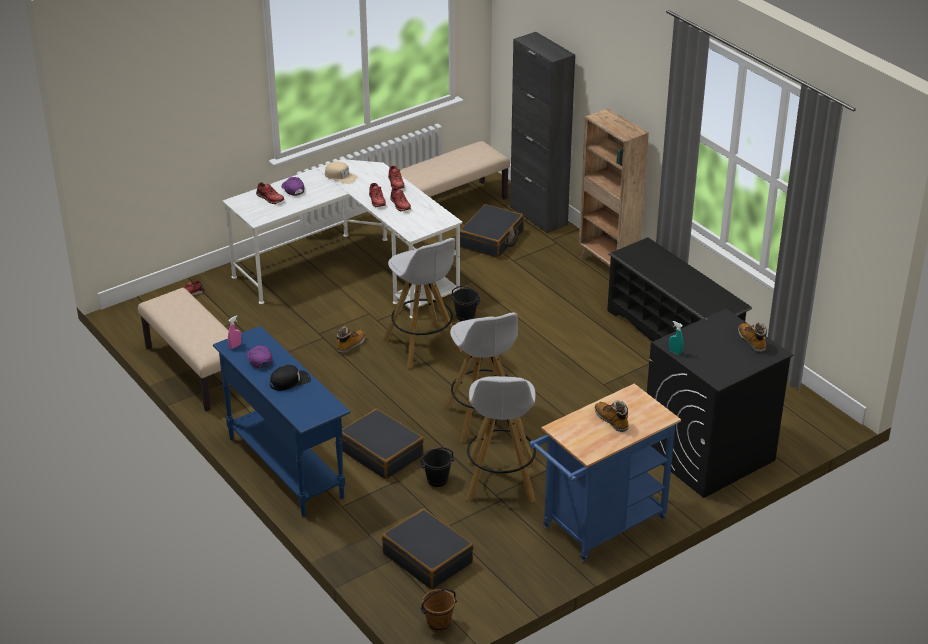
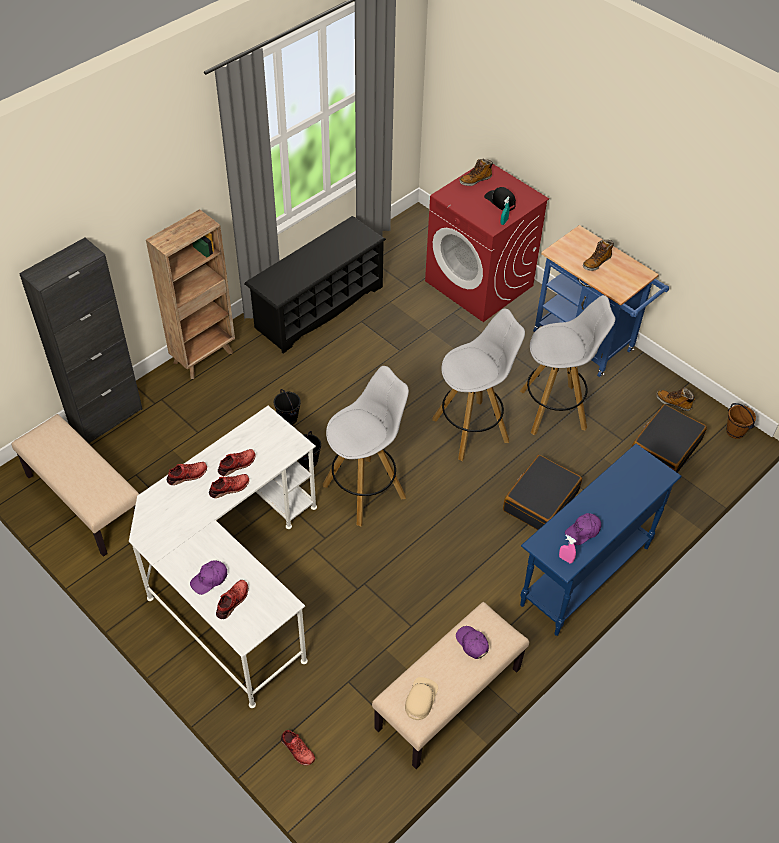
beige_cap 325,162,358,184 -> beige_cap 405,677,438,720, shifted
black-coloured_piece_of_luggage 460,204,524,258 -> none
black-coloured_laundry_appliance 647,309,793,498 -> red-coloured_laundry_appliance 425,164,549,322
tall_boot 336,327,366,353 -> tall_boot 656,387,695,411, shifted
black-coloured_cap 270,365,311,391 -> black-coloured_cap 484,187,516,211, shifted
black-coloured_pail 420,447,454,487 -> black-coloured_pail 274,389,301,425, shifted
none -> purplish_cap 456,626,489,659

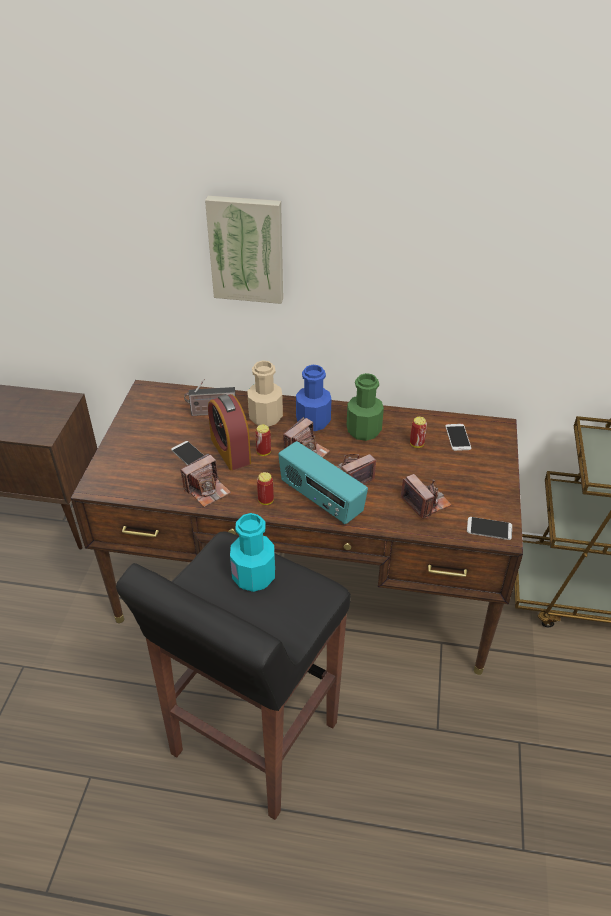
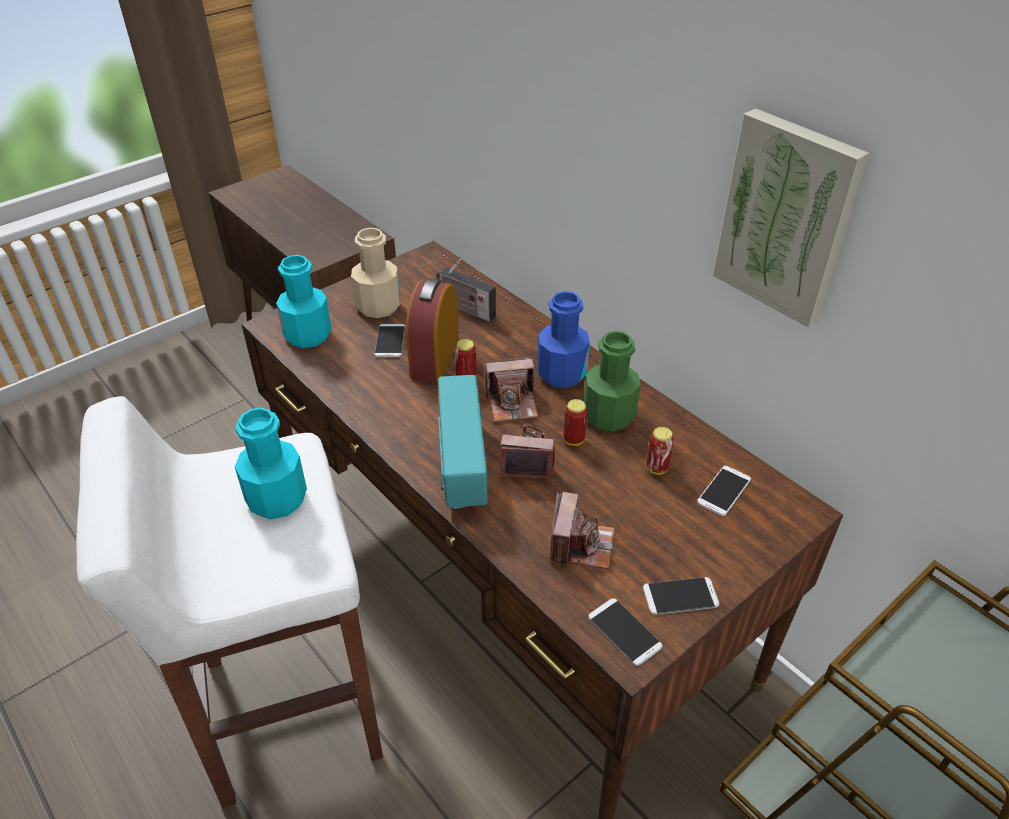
wall_picture 205,196,283,304 -> wall_picture 713,109,869,328, shifted
beige_drink_bottle 247,360,283,427 -> beige_drink_bottle 351,227,400,318, shifted
photo_camera 180,453,231,507 -> none
sealed_can 257,472,274,505 -> sealed_can 564,399,587,446, shifted
black-coloured_sitting_stool 116,531,351,820 -> white-coloured_sitting_stool 76,396,383,808
none -> blue-green_drink_bottle 276,255,331,348
none -> phone 643,577,720,615

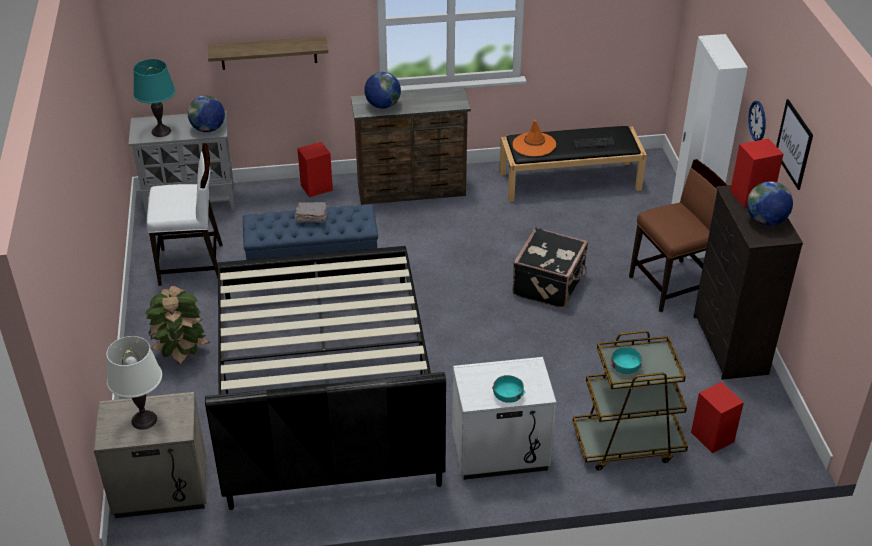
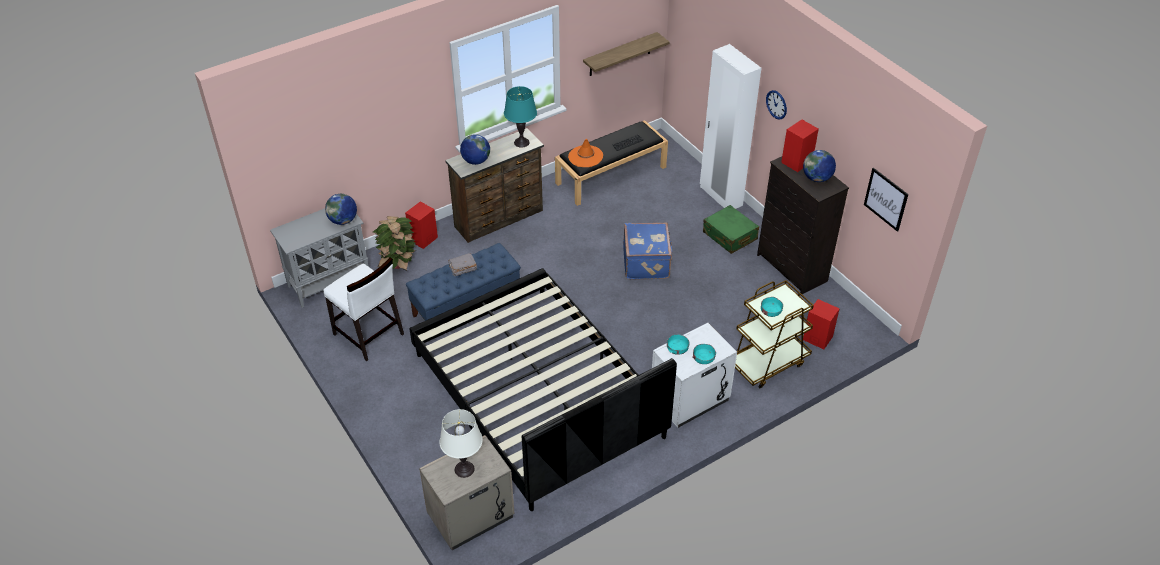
shelf 208,36,328,70 -> shelf 583,32,670,76, shifted
blue-green_lamp_for_a_table 133,59,175,137 -> blue-green_lamp_for_a_table 504,86,537,148, shifted
wall_picture 776,99,813,190 -> wall_picture 864,167,909,232, shifted
white-coloured_upright_chair 147,144,223,286 -> white-coloured_upright_chair 323,257,404,361, 75 degrees clockwise
brown-coloured_upright_chair 629,159,727,312 -> green-coloured_piece_of_luggage 703,205,759,254
black-coloured_piece_of_luggage 512,227,588,309 -> bluish_piece_of_luggage 623,222,673,279
potted_plant 145,286,210,366 -> potted_plant 373,216,416,271, shifted
none -> blue-green_bowl 667,334,690,355

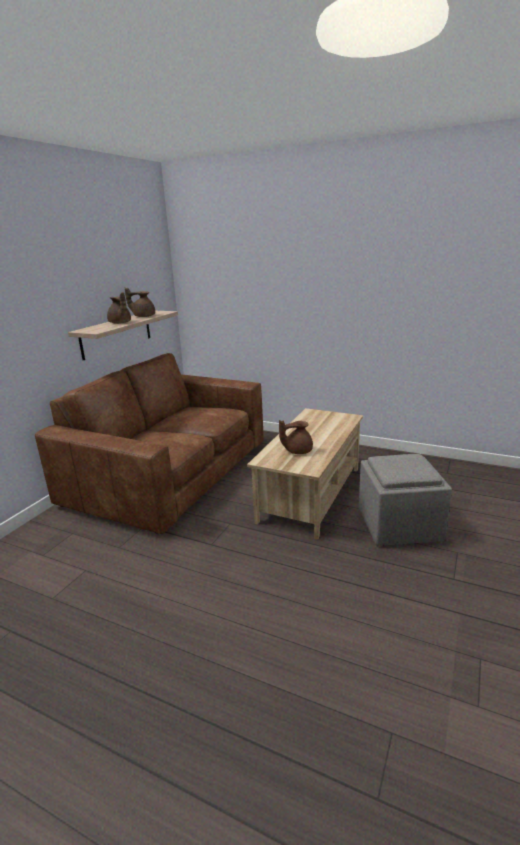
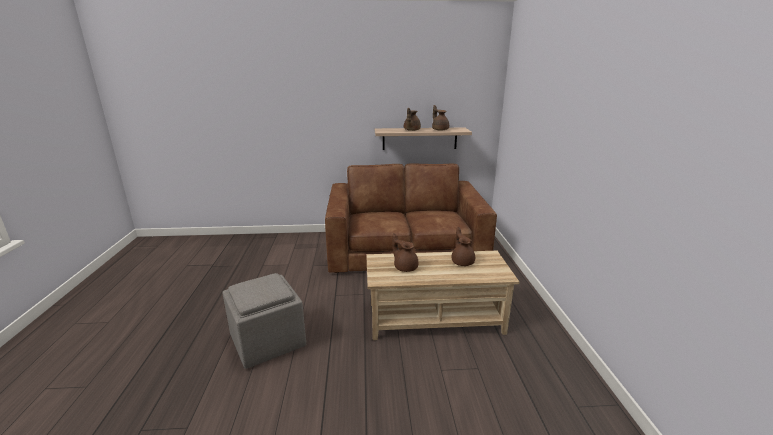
greyish_footrest 359,454,452,546 -> greyish_footrest 222,273,306,369, shifted
none -> brown-coloured_pot_for_tea 452,227,475,266

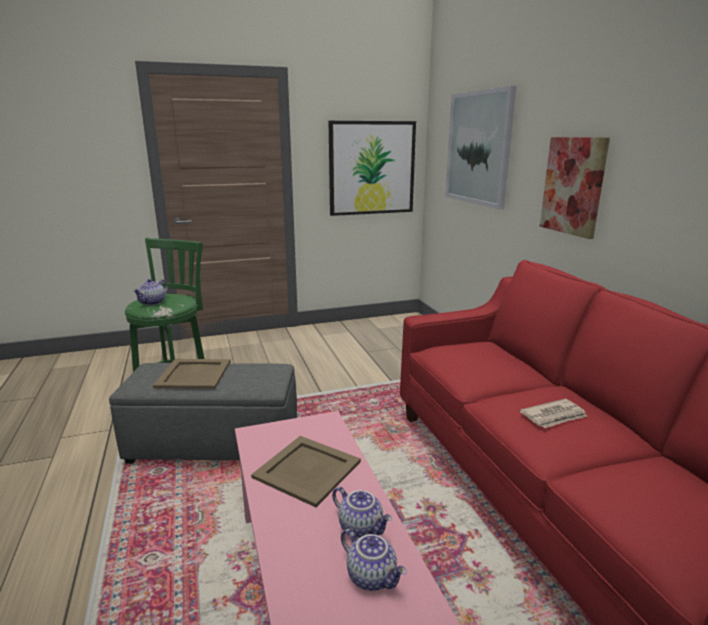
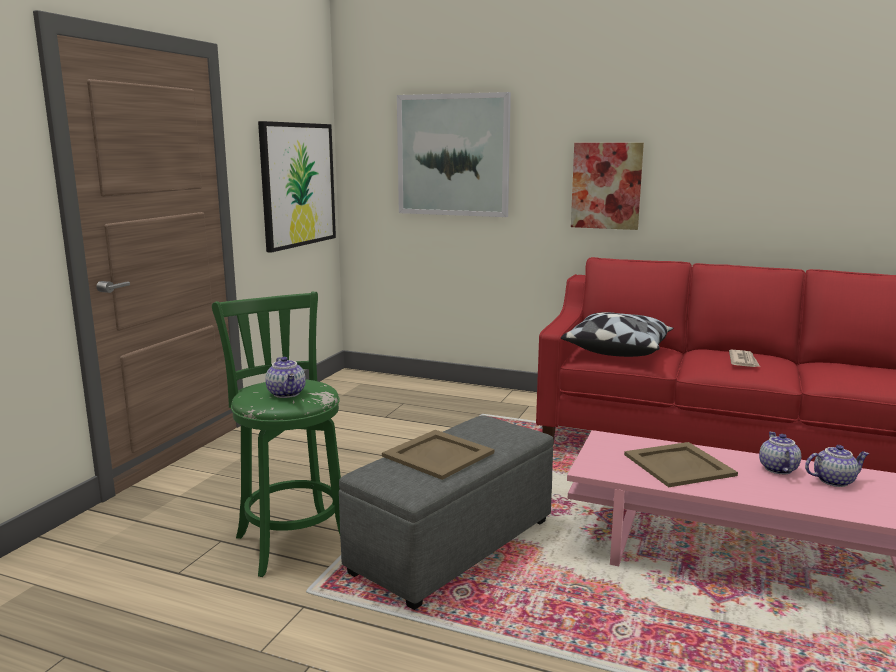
pot_for_tea 332,487,392,538 -> pot_for_tea 759,432,801,474, 75 degrees counterclockwise
none -> throw_pillow 561,312,673,357

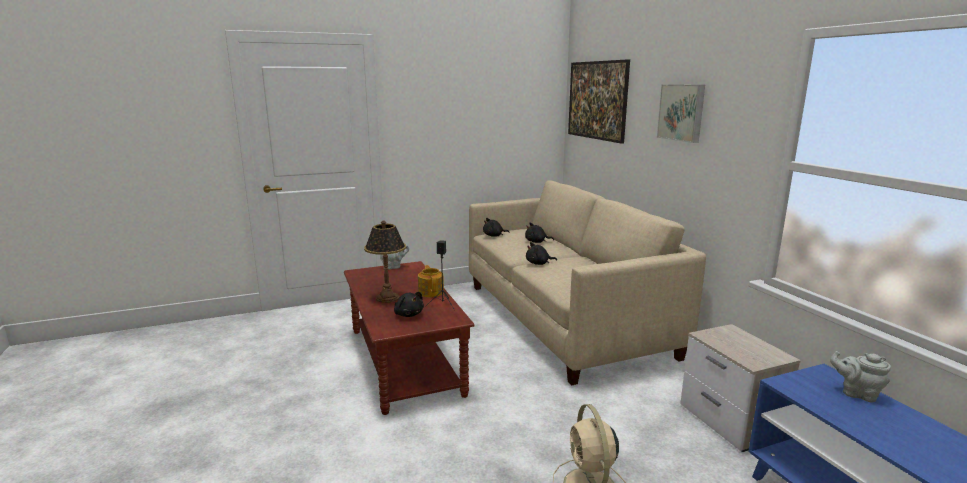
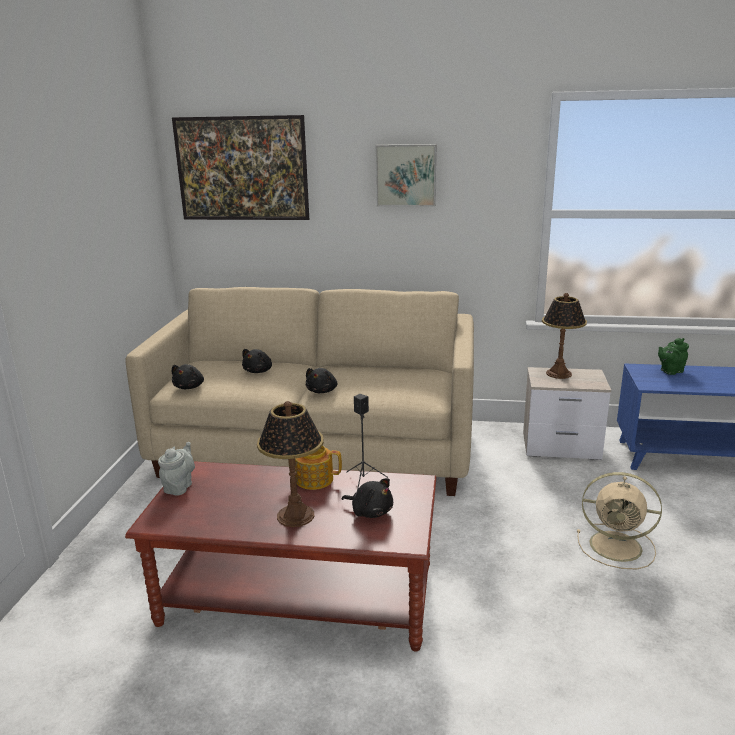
black-coloured_soft_toy 394,292,424,317 -> black-coloured_soft_toy 342,478,393,518, 45 degrees clockwise
greyish_pot_for_tea 830,351,891,402 -> green-coloured_pot_for_tea 658,338,689,375
none -> lamp_for_a_table 542,293,587,379

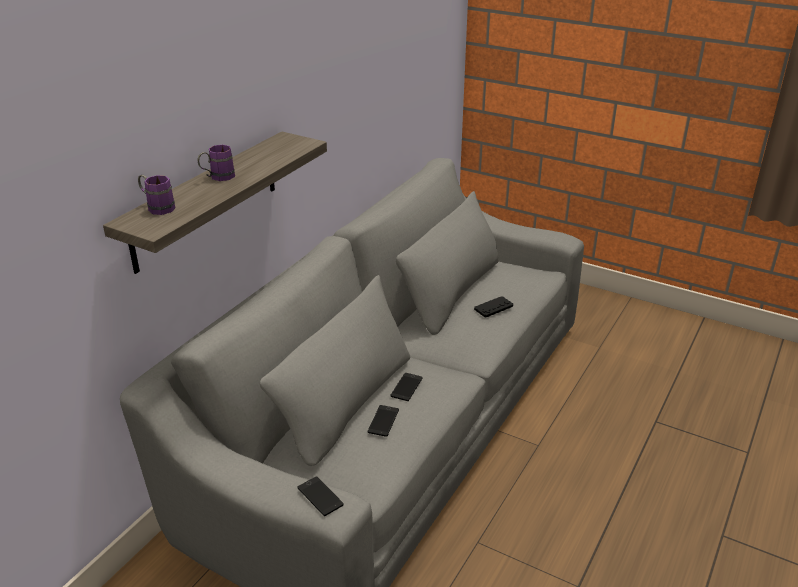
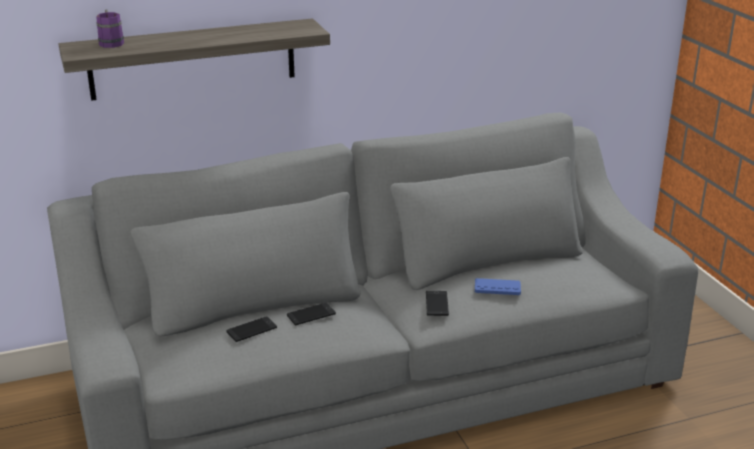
purplish_tea_mug 198,145,235,181 -> none
black-coloured_gamepad 474,296,513,317 -> bluish_gamepad 475,278,521,295
phone 298,476,344,516 -> phone 426,291,449,316, shifted

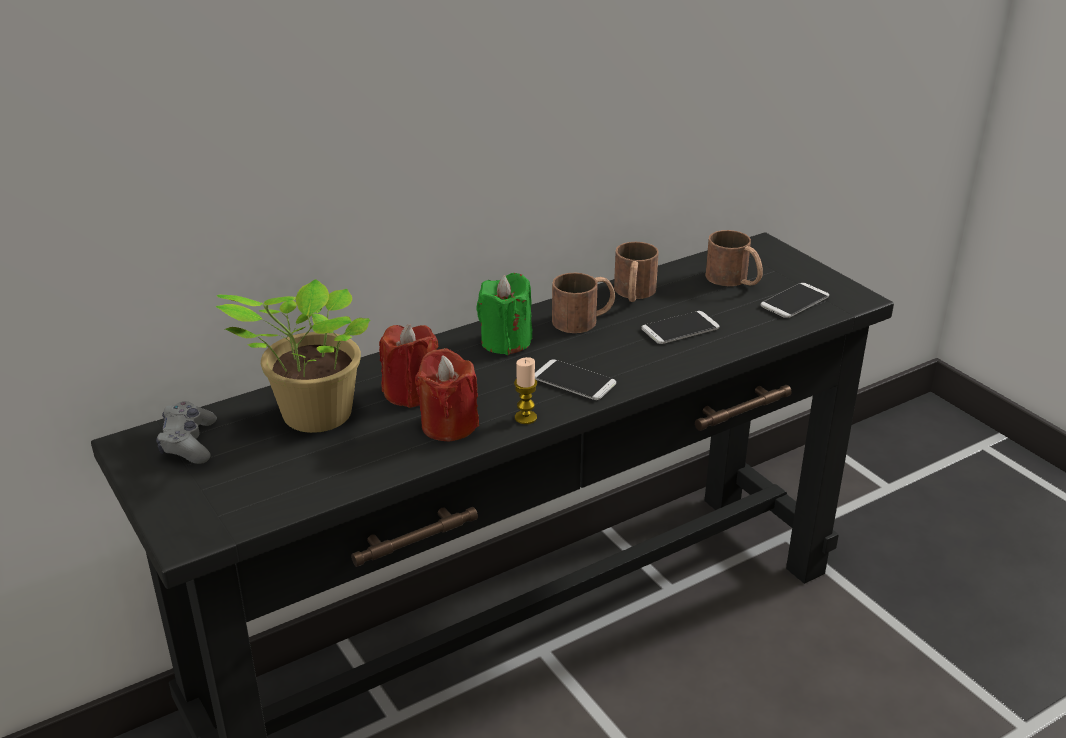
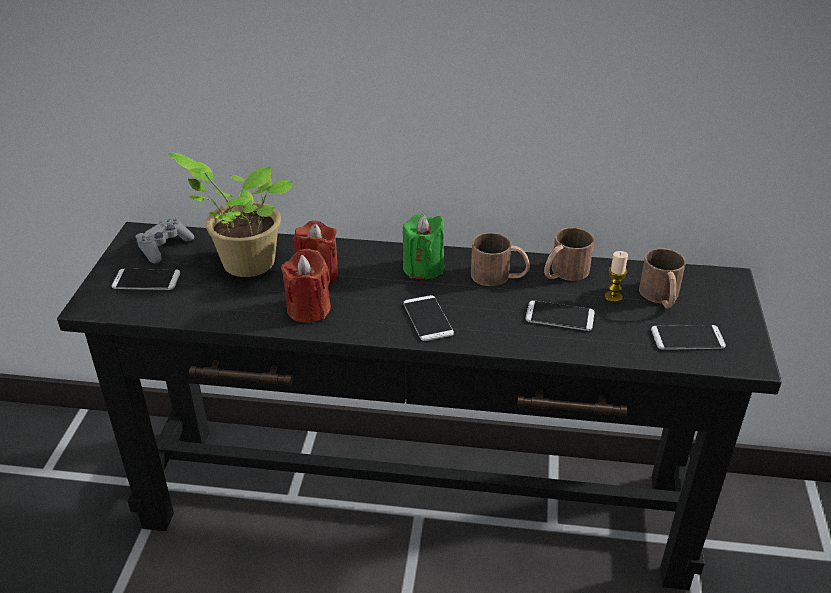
candle 514,357,537,424 -> candle 605,251,628,303, shifted
none -> phone 112,269,180,290

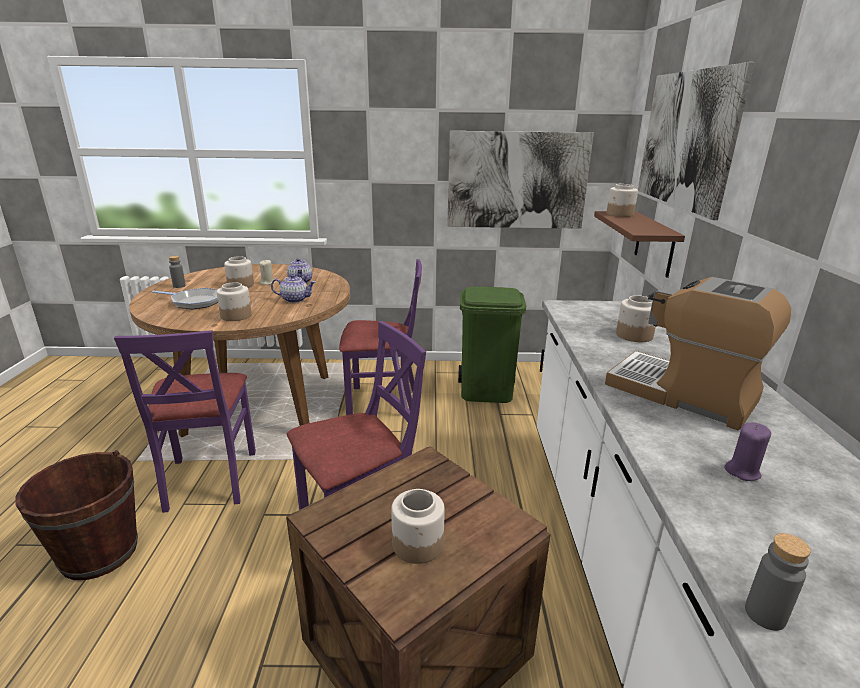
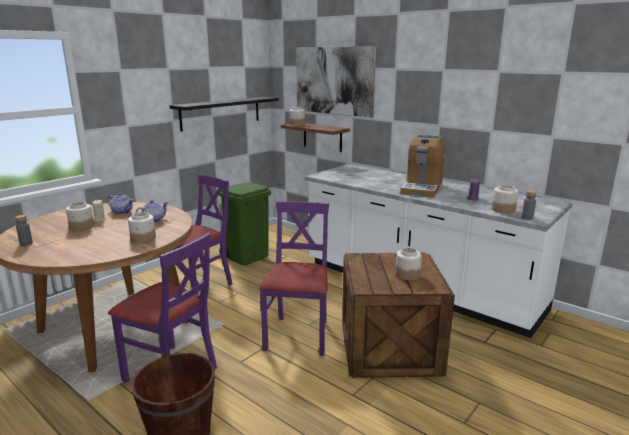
wall_picture 447,131,594,229 -> black-coloured_shelf 169,97,279,132
coffee_machine 605,277,791,430 -> coffee_machine 400,135,445,197, 60 degrees counterclockwise
pan 152,288,218,309 -> none
storage_jar 616,295,656,342 -> storage_jar 492,185,518,214, shifted

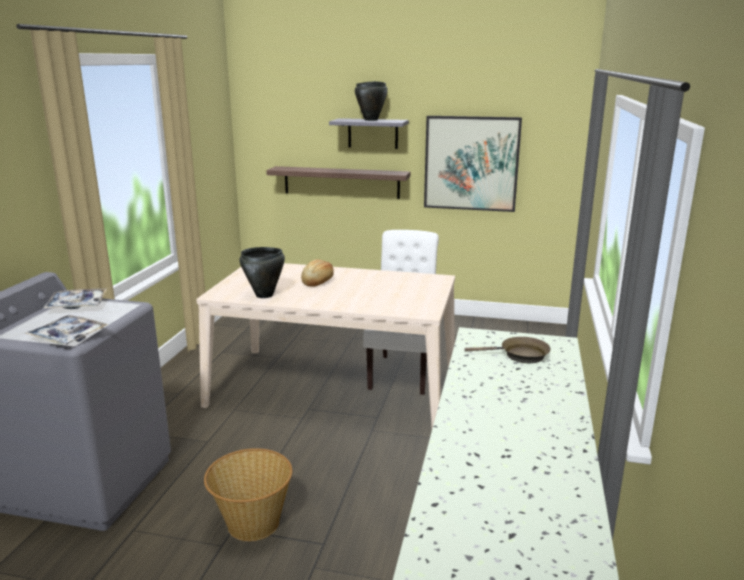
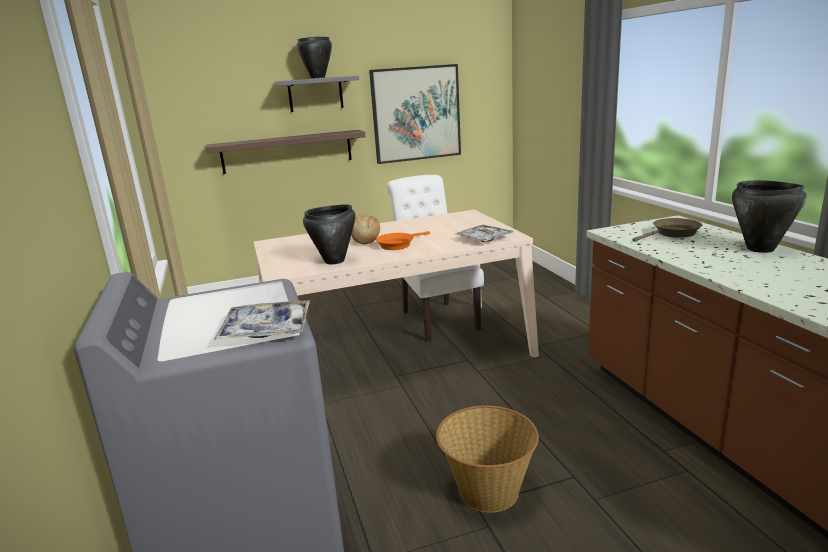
serving_tray 43,288,108,309 -> serving_tray 456,225,514,242, shifted
none -> black-coloured_stockpot 732,180,807,253
none -> orangey_pan 375,231,430,250

